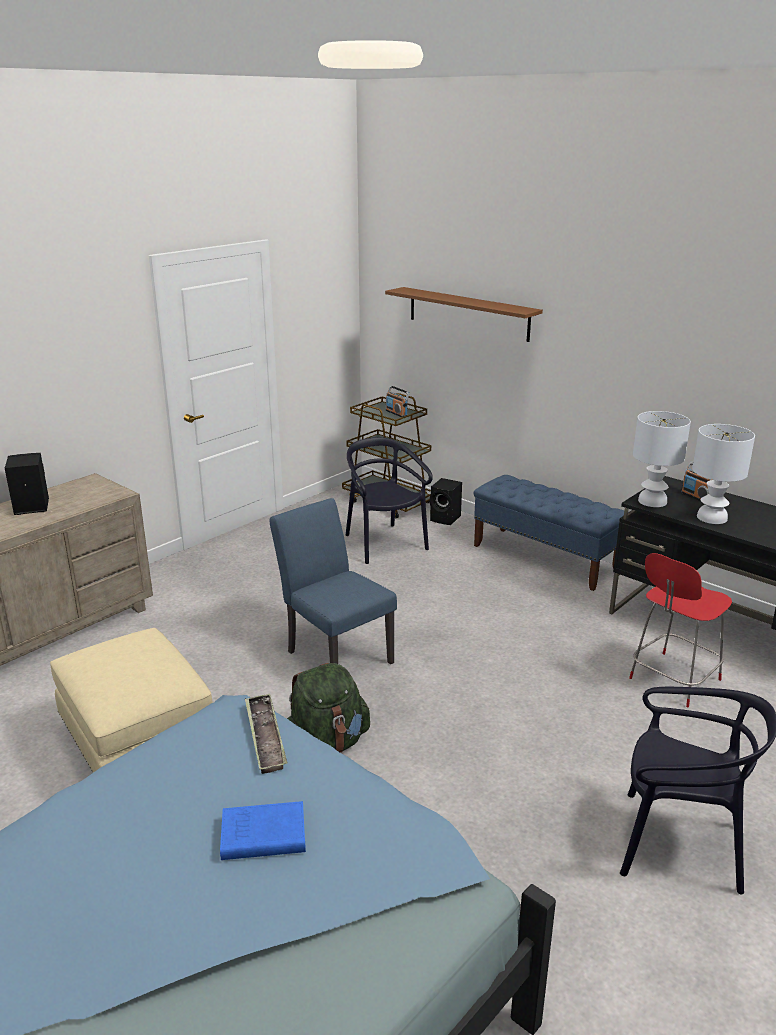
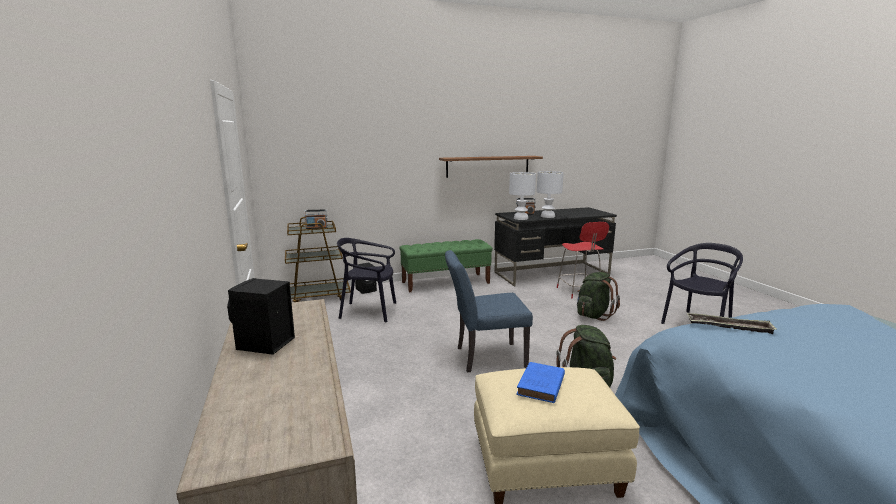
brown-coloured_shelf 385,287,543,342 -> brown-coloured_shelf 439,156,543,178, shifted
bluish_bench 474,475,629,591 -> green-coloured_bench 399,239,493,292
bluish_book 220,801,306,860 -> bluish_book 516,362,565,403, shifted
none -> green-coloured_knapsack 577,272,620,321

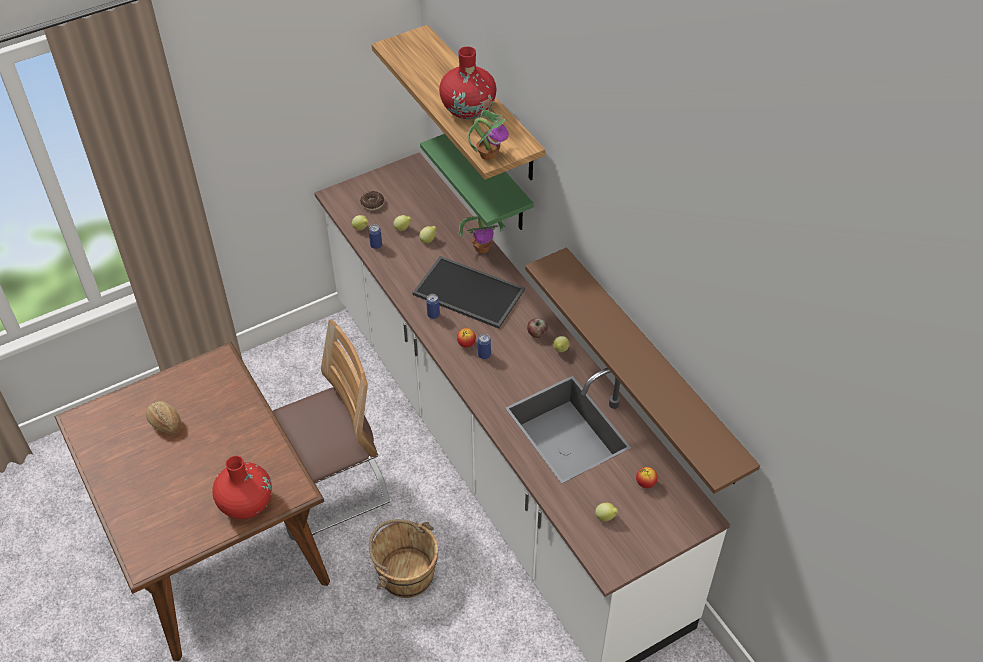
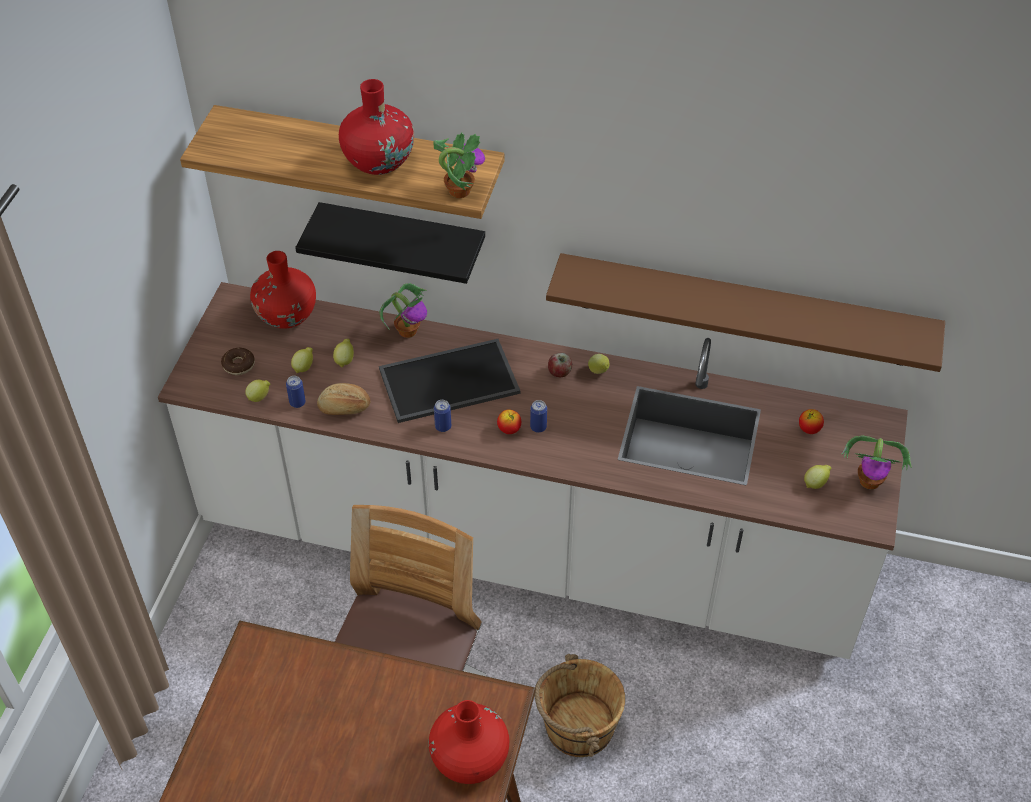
green-coloured_shelf 420,134,534,230 -> black-coloured_shelf 295,202,485,284
baked_bread 146,401,181,434 -> baked_bread 317,383,371,415, shifted
none -> red-coloured_flower_vase 250,251,316,329
none -> potted_plant 841,435,912,489

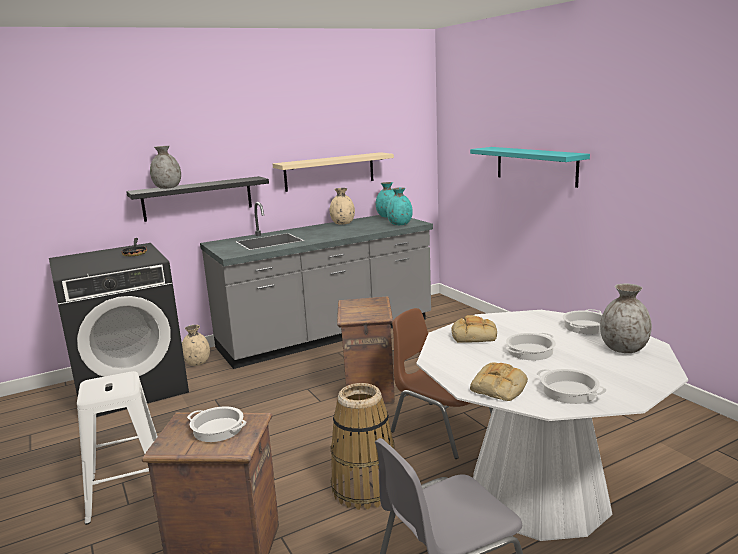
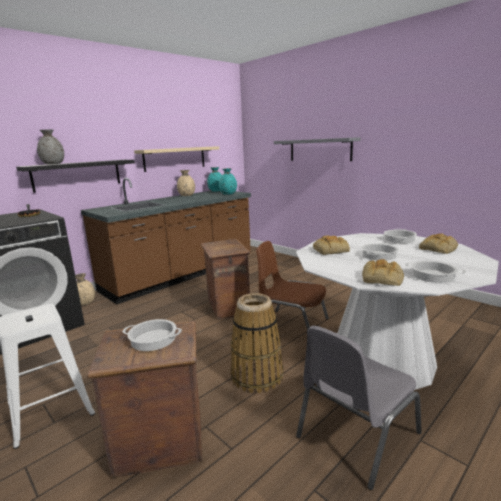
blue-green_shelf 470,147,590,188 -> greyish_shelf 274,137,361,161
greyish_kitchen_counter 200,202,433,369 -> brown-coloured_kitchen_counter 81,178,251,304
greyish_flower_vase 600,284,652,353 -> baked_bread 419,234,458,254

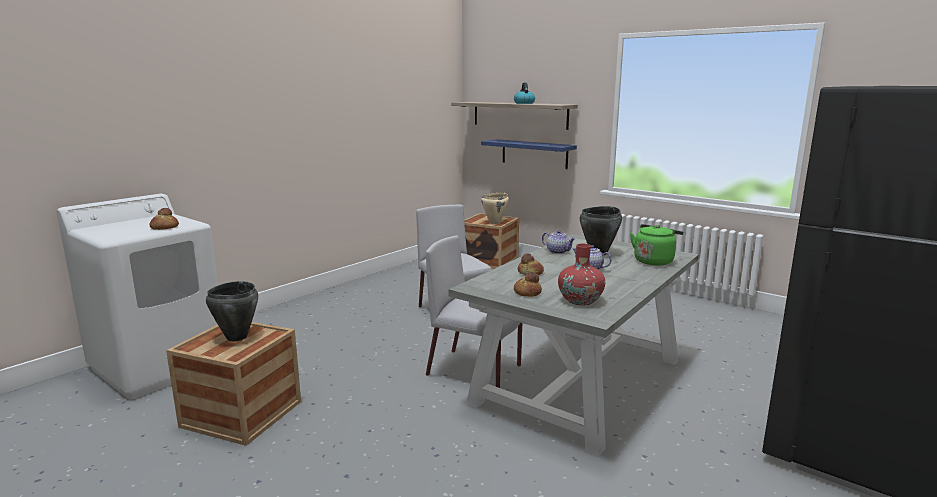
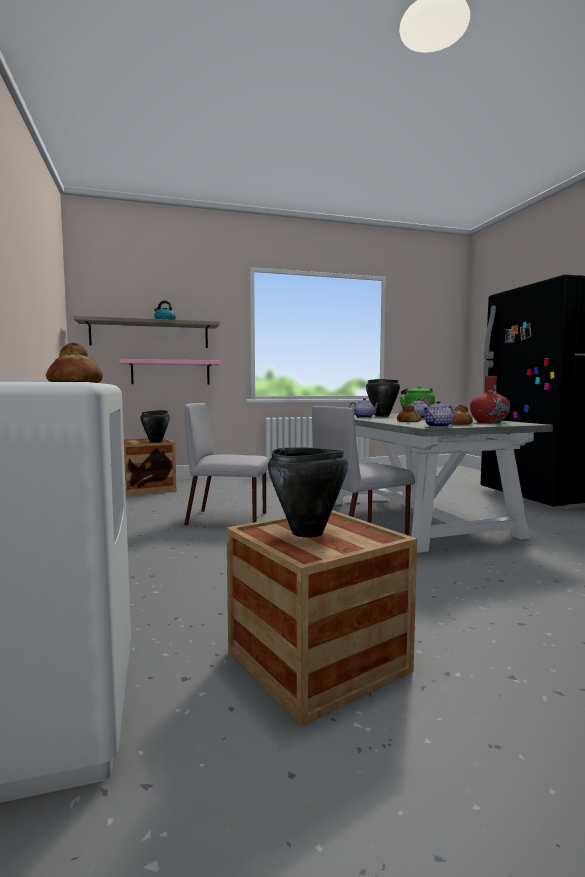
bluish_shelf 481,139,577,169 -> pink-coloured_shelf 119,359,221,385
beige_stockpot 481,193,509,224 -> black-coloured_stockpot 140,410,170,443
none -> pot_for_tea 423,401,454,428

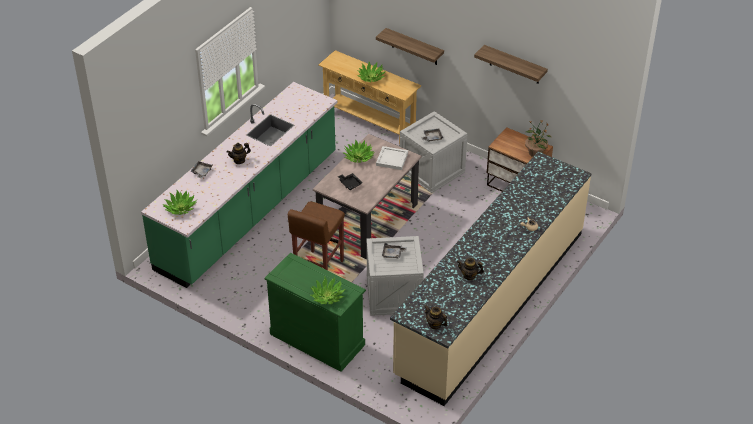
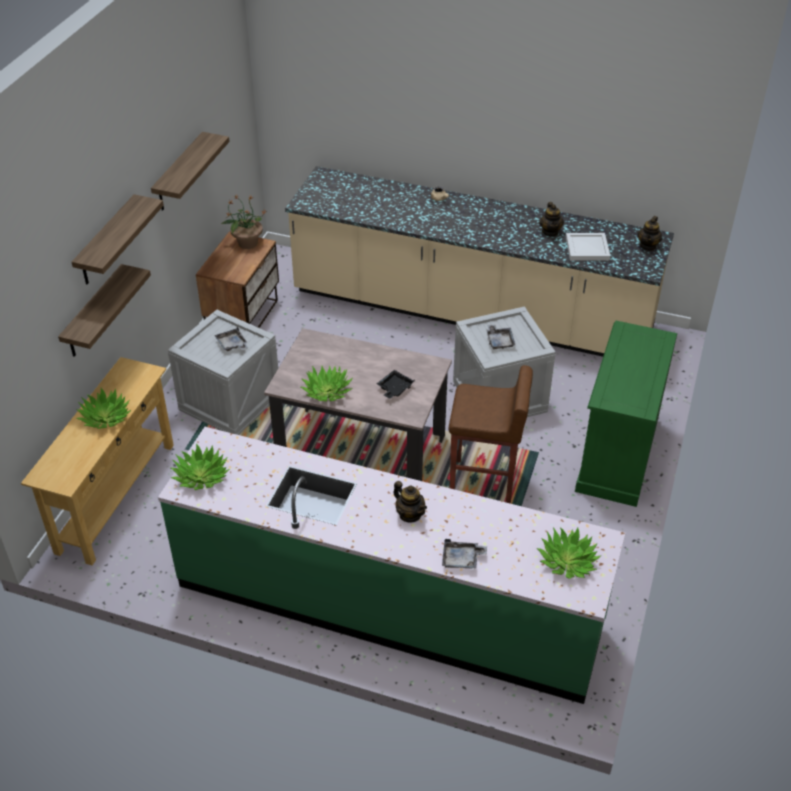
white-coloured_serving_tray 376,146,408,170 -> white-coloured_serving_tray 566,233,610,261, shifted
potted_plant 310,277,345,304 -> potted_plant 171,443,230,490, shifted
none -> shelf 72,194,164,284

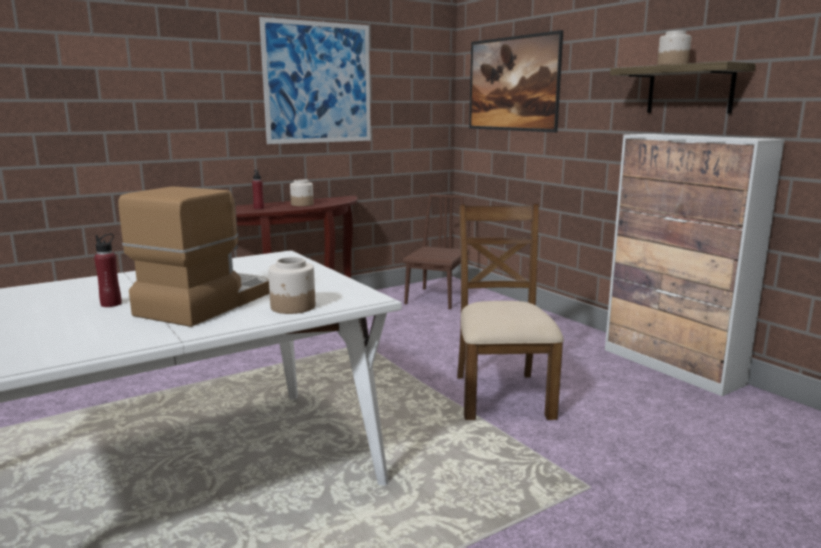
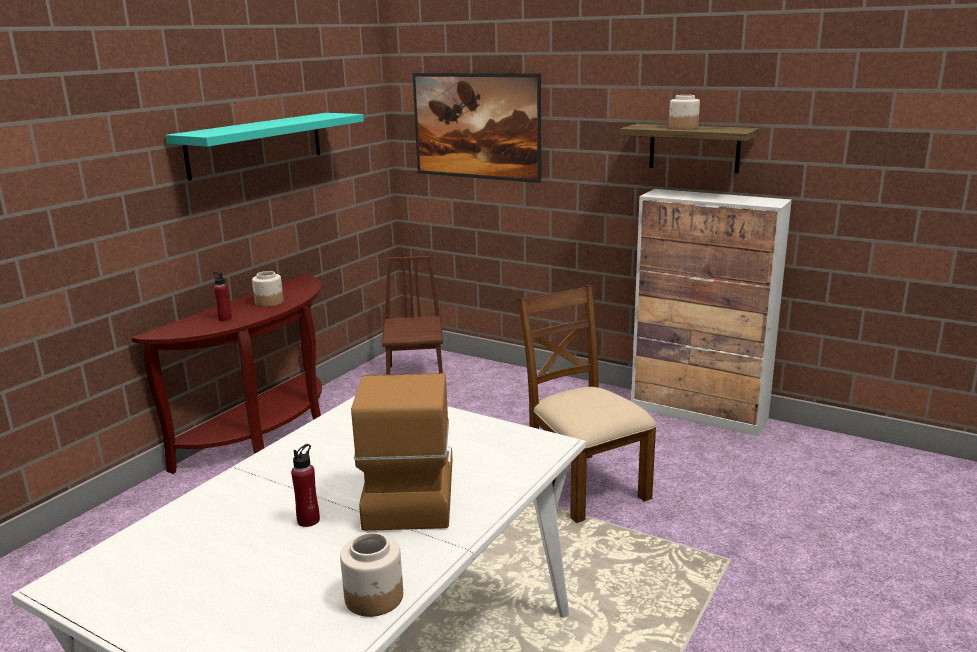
wall_picture 259,17,371,144 -> blue-green_shelf 166,113,364,181
storage_jar 268,257,315,314 -> storage_jar 340,533,403,617, shifted

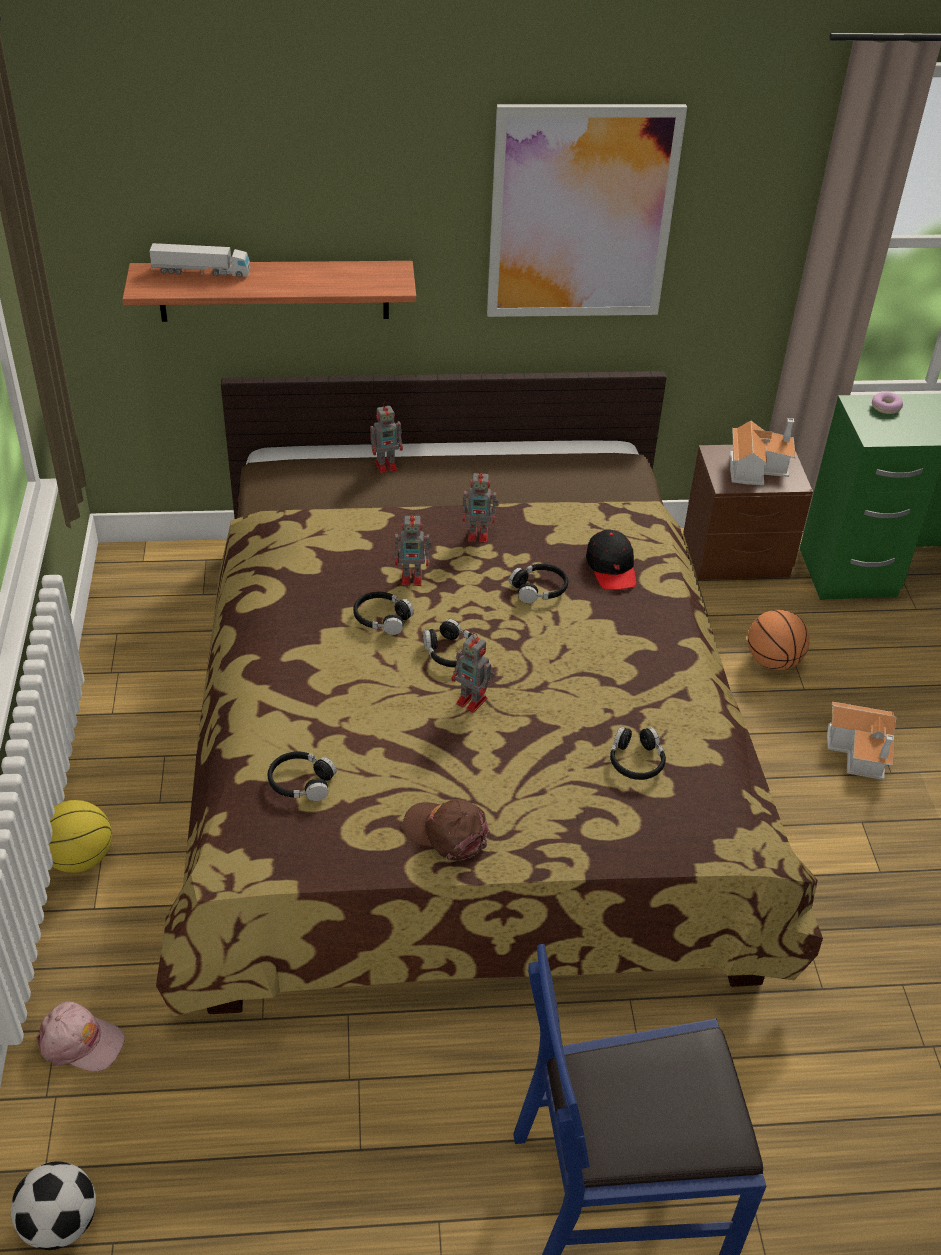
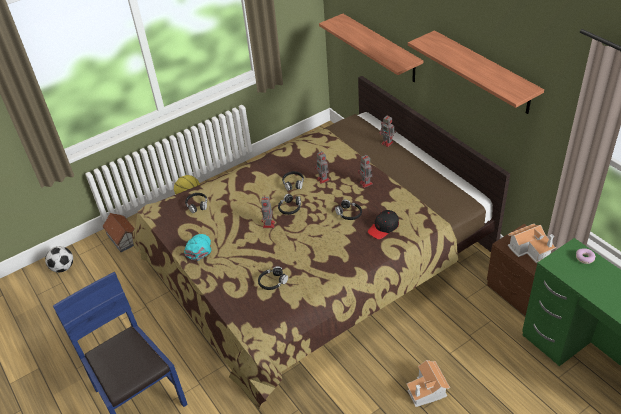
wall_picture 487,104,687,317 -> shelf 408,30,544,114
toy_truck 149,243,250,278 -> none
basketball 748,610,810,670 -> none
brown-coloured_cap 403,799,490,861 -> blue-green_cap 184,234,211,261
pink-coloured_cap 36,1001,125,1072 -> toy_house 102,213,135,252

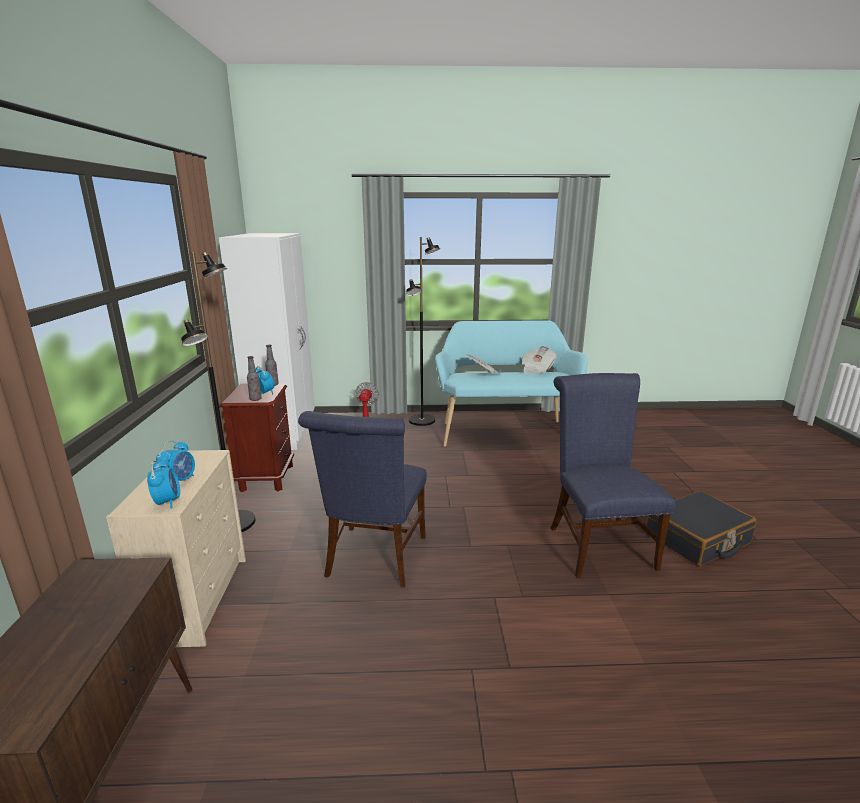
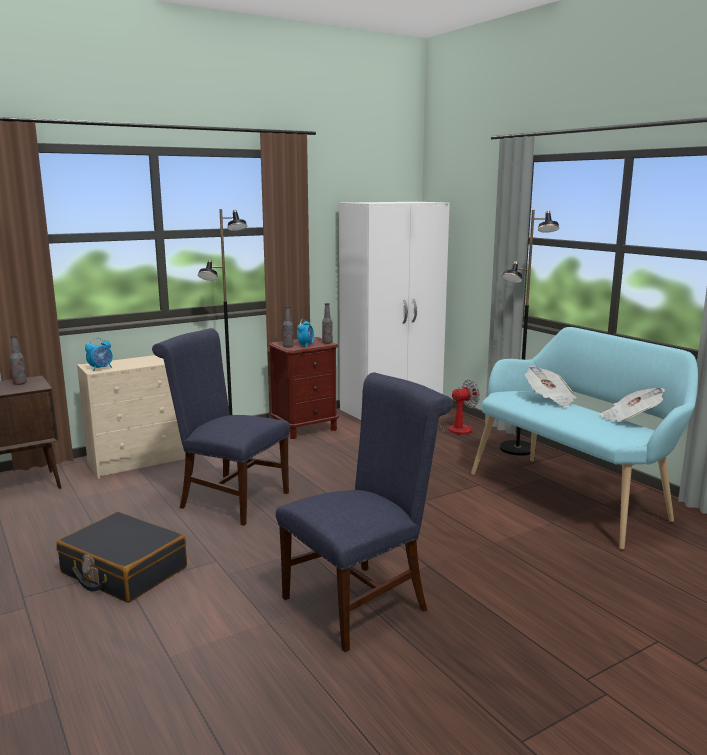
bluish_upright_chair 298,411,427,588 -> bluish_upright_chair 152,328,290,526, 45 degrees clockwise
table_clock 156,441,195,481 -> none
black-coloured_piece_of_luggage 646,491,756,566 -> black-coloured_piece_of_luggage 56,512,187,603, shifted
none -> drink_bottle 10,335,27,385

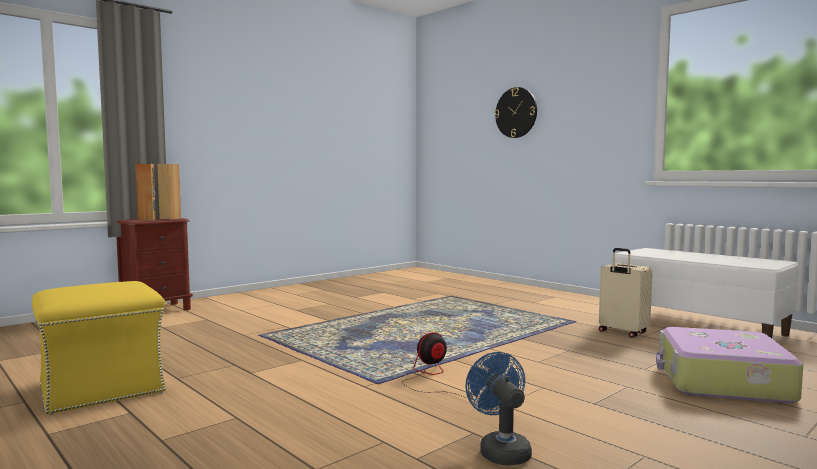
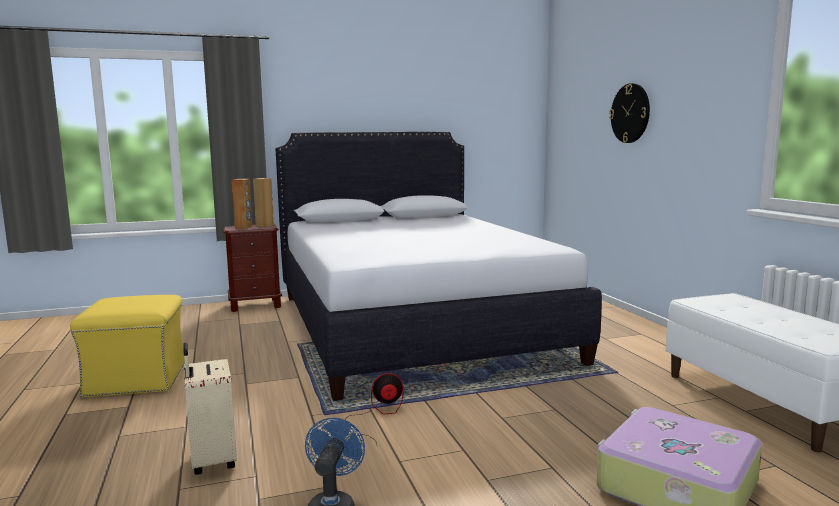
beige_piece_of_luggage 599,248,653,338 -> beige_piece_of_luggage 183,343,237,475, shifted
none -> white-coloured_sleeping_bed 275,131,602,401

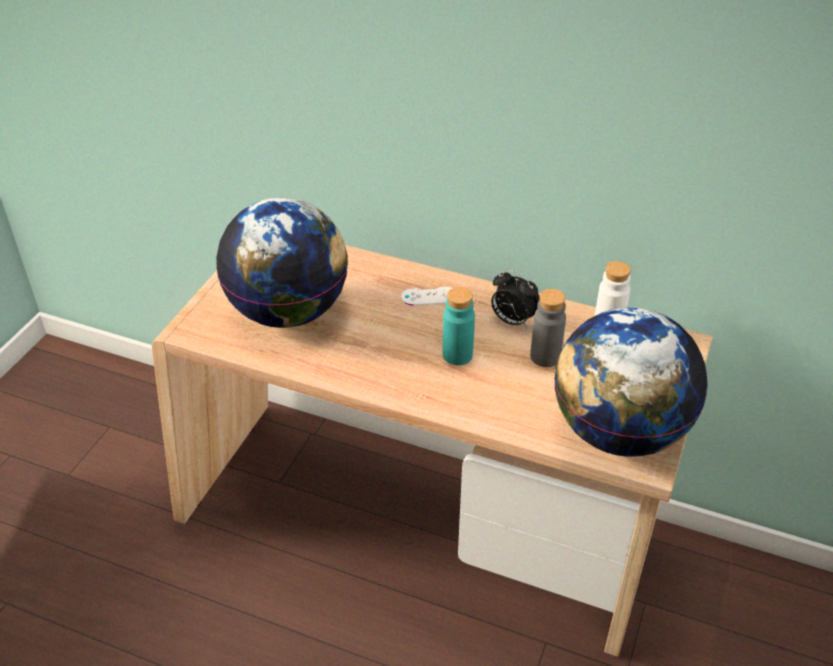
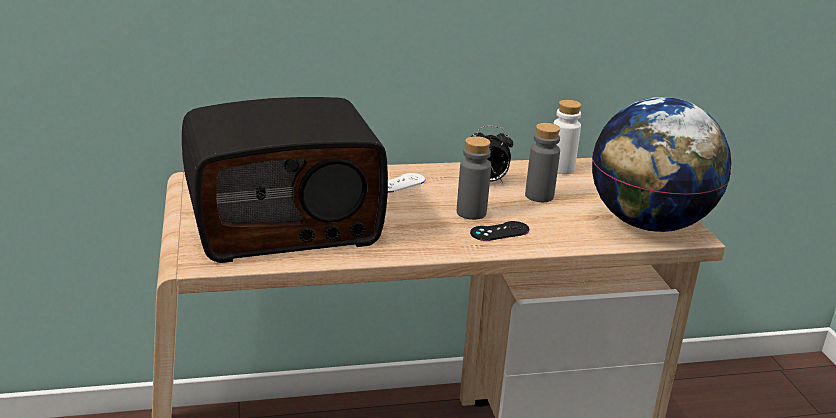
globe 216,197,348,328 -> radio 182,97,388,263
blue-green_drink_bottle 443,287,475,365 -> greyish_drink_bottle 457,136,491,220
none -> black-coloured_gamepad 470,221,529,241

